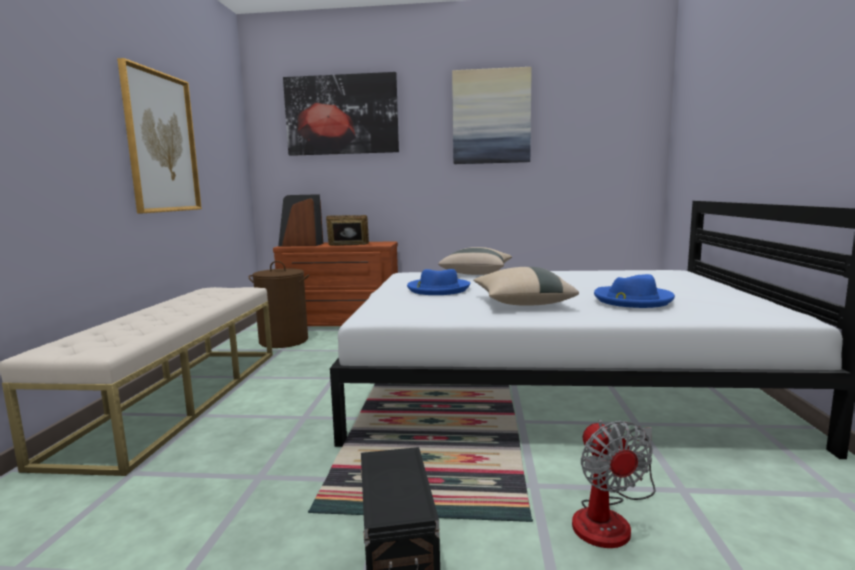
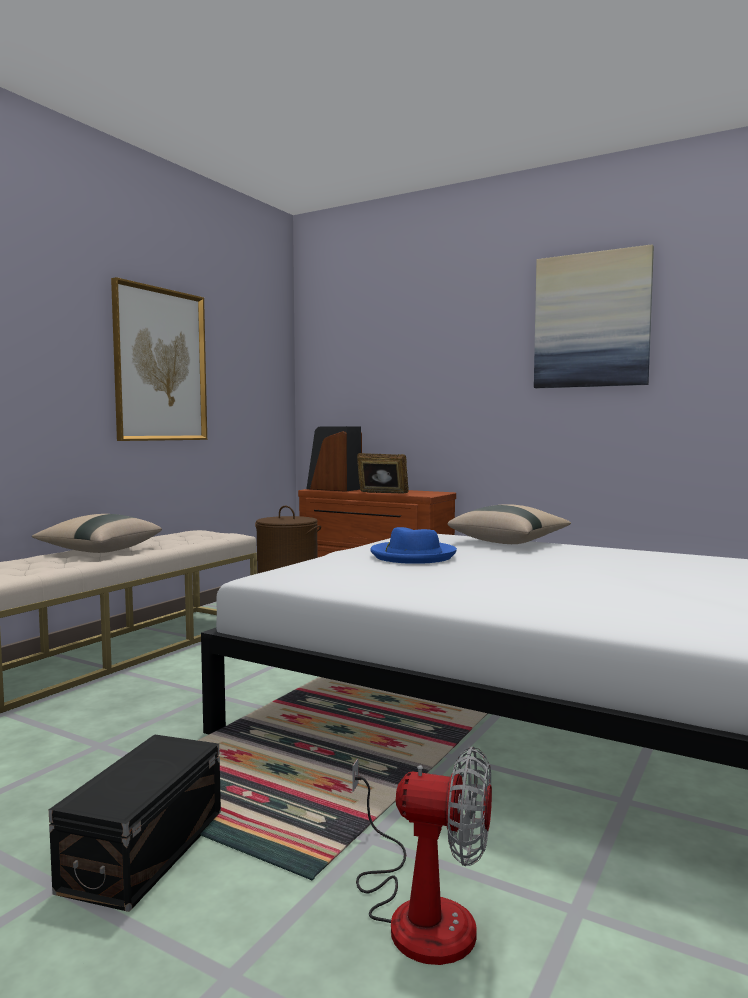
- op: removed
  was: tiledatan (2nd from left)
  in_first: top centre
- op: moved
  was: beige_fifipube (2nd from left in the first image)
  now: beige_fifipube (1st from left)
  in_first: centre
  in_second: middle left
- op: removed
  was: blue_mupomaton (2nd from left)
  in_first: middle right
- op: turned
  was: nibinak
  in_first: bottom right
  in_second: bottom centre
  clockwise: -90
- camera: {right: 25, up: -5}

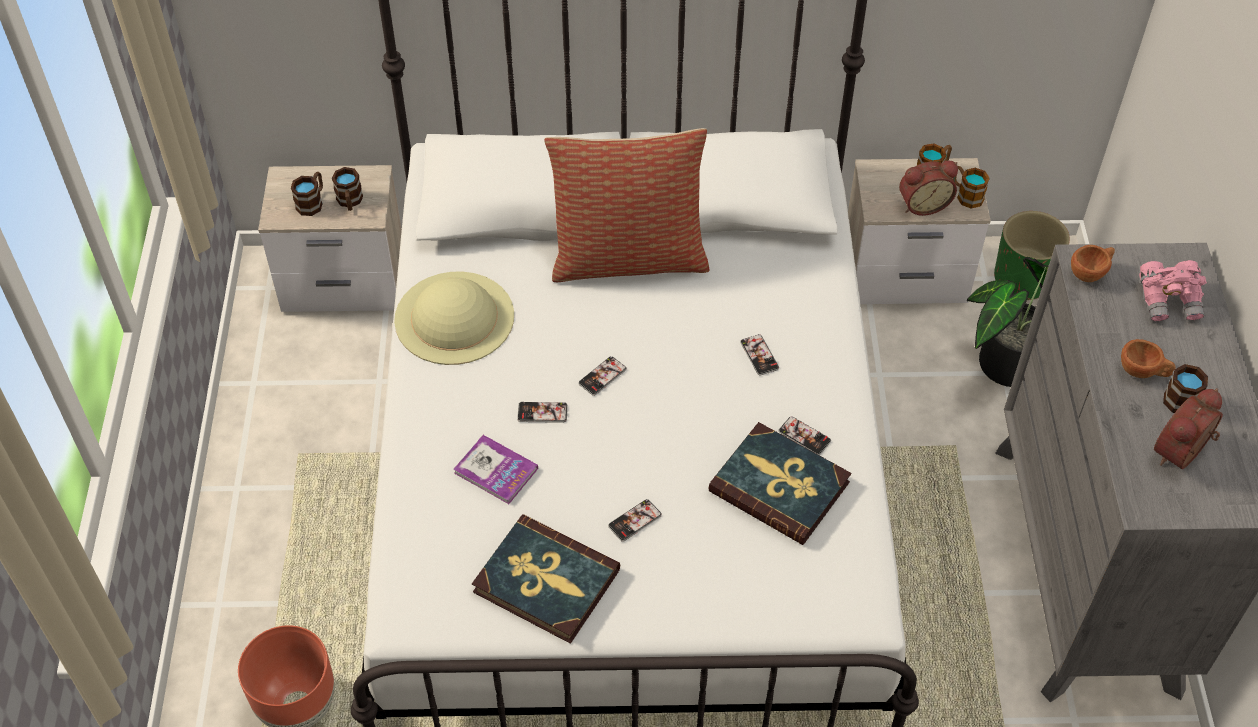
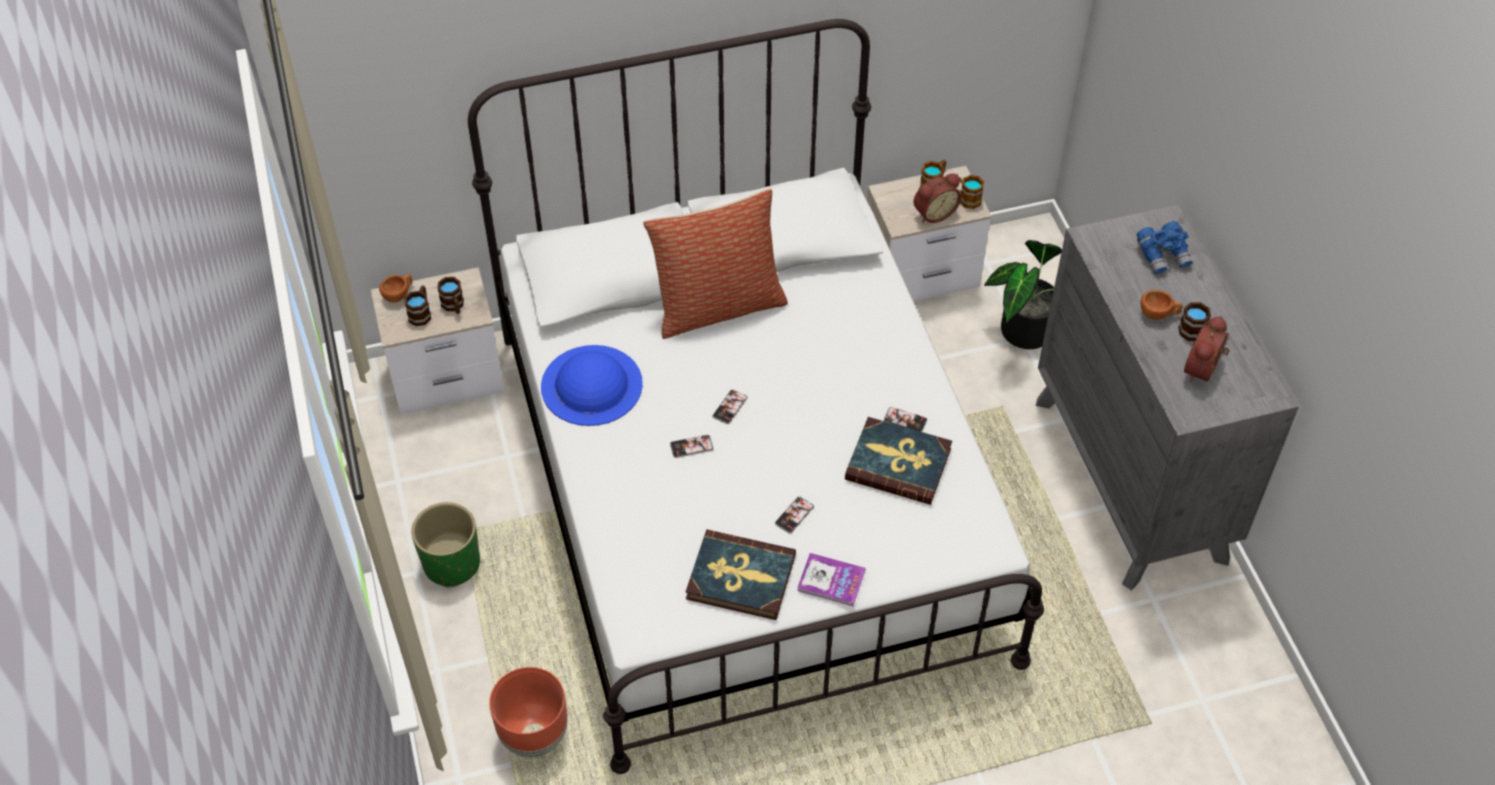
- op: moved
  was: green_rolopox
  in_first: middle right
  in_second: bottom left
- op: moved
  was: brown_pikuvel (1st from left)
  in_first: middle right
  in_second: middle left
- op: recoloured
  was: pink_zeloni
  now: blue_zeloni
  in_first: middle right
  in_second: top right
- op: recoloured
  was: beige_mupomaton
  now: blue_mupomaton
  in_first: centre
  in_second: centre
- op: removed
  was: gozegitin (4th from left)
  in_first: centre
- op: moved
  was: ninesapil (1st from left in the first image)
  now: ninesapil (2nd from left)
  in_first: centre
  in_second: bottom centre
- camera: {right: -15, up: 0}

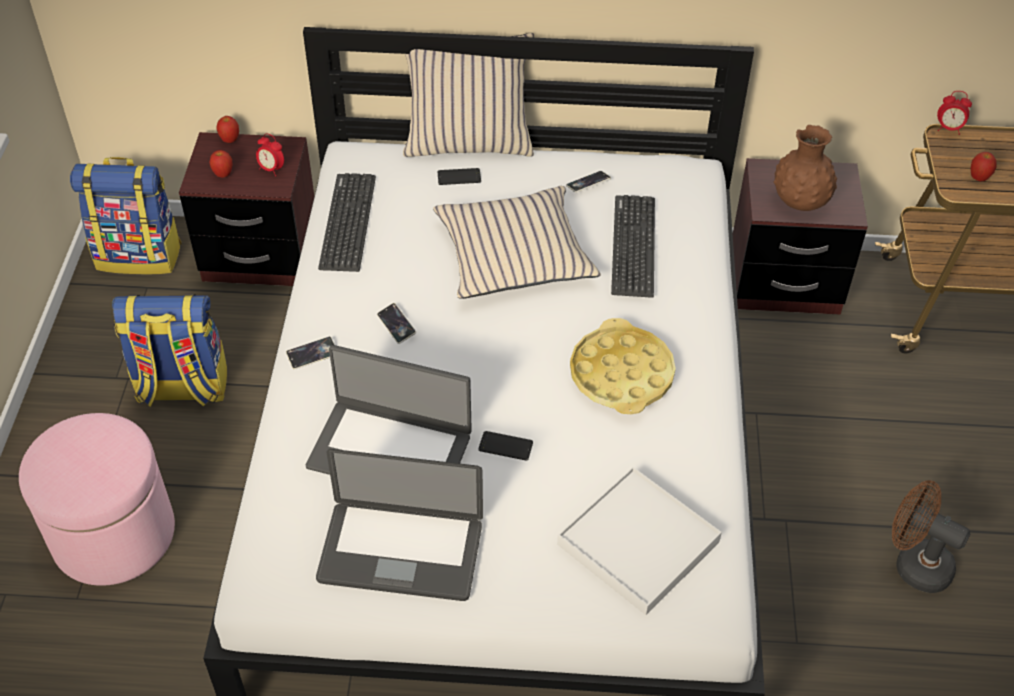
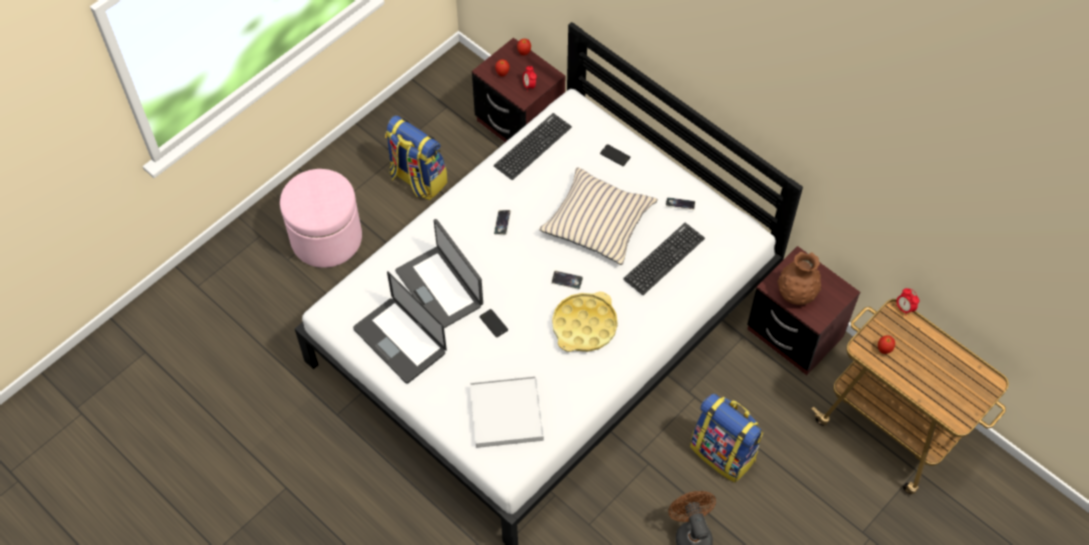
- op: removed
  was: beige_fifipube (1st from left)
  in_first: top centre
- op: moved
  was: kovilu (1st from left in the first image)
  now: kovilu (2nd from left)
  in_first: top left
  in_second: bottom right
- op: moved
  was: gozegitin (1st from left in the first image)
  now: gozegitin (3rd from left)
  in_first: middle left
  in_second: centre
- camera: {right: 40, up: 10}

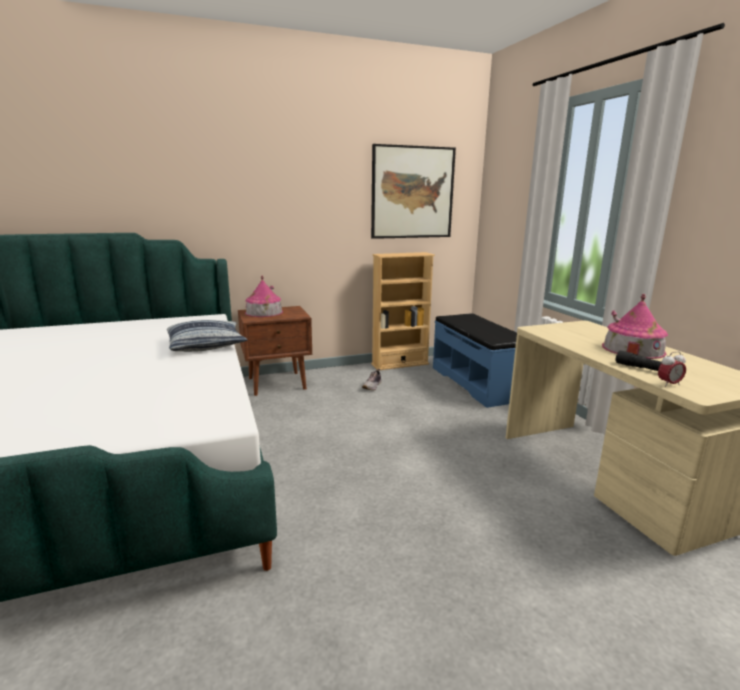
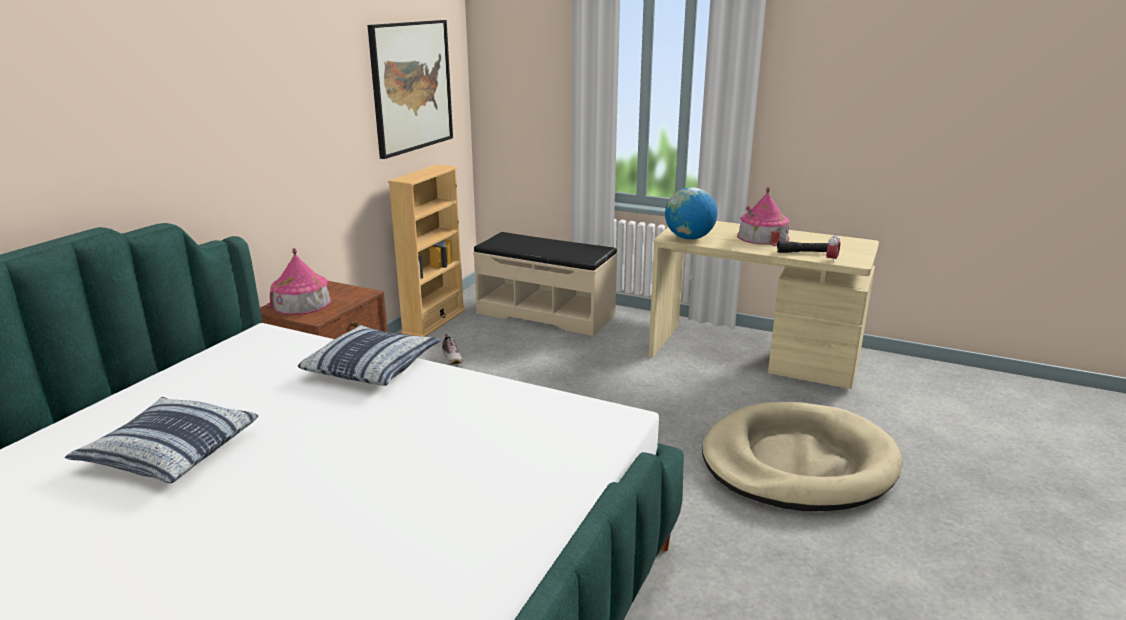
- op: recoloured
  was: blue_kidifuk
  now: beige_kidifuk
  in_first: centre
  in_second: centre
- op: added
  now: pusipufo
  in_second: centre
- op: added
  now: fifipube (1st from left)
  in_second: bottom left
- op: added
  now: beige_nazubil
  in_second: bottom right
- camera: {right: -45, up: 5}

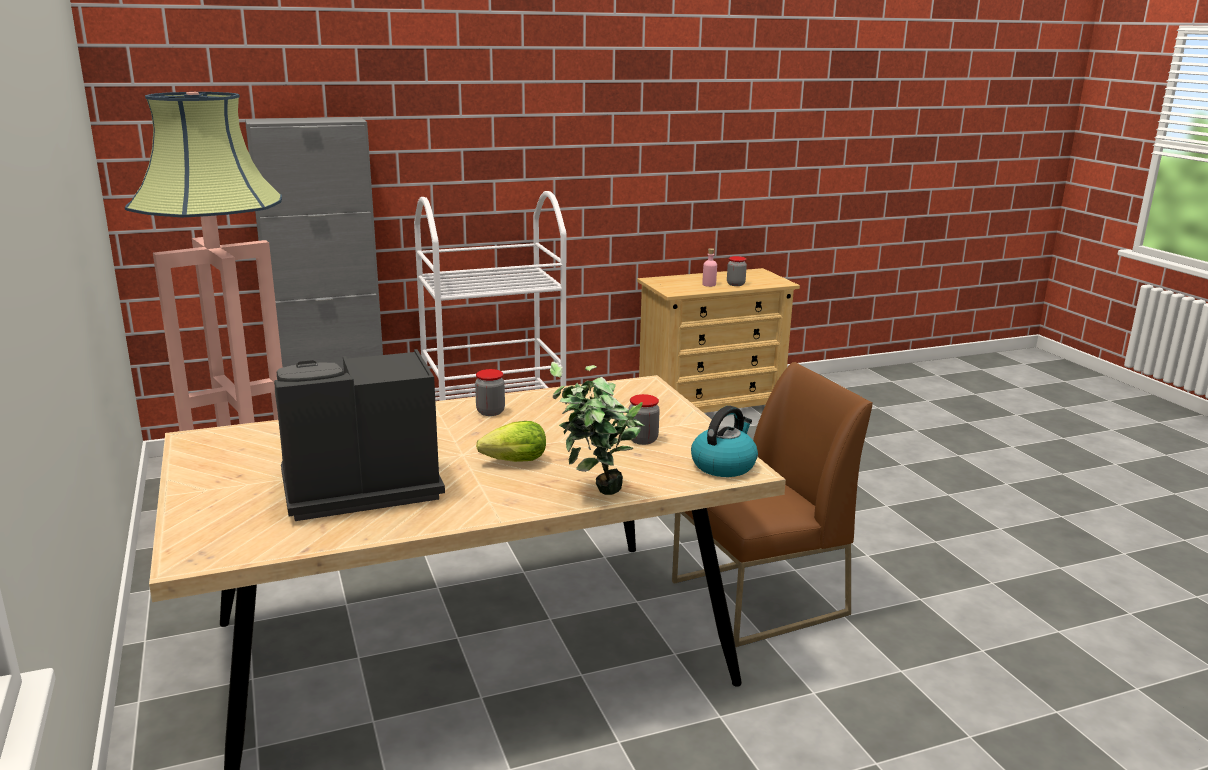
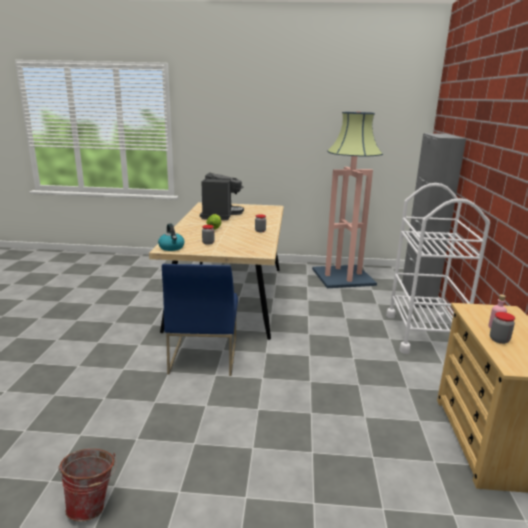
- op: removed
  was: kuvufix
  in_first: centre
- op: recoloured
  was: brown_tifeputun
  now: blue_tifeputun
  in_first: centre
  in_second: centre
- op: added
  now: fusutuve
  in_second: bottom left
- camera: {right: 115, up: 0}

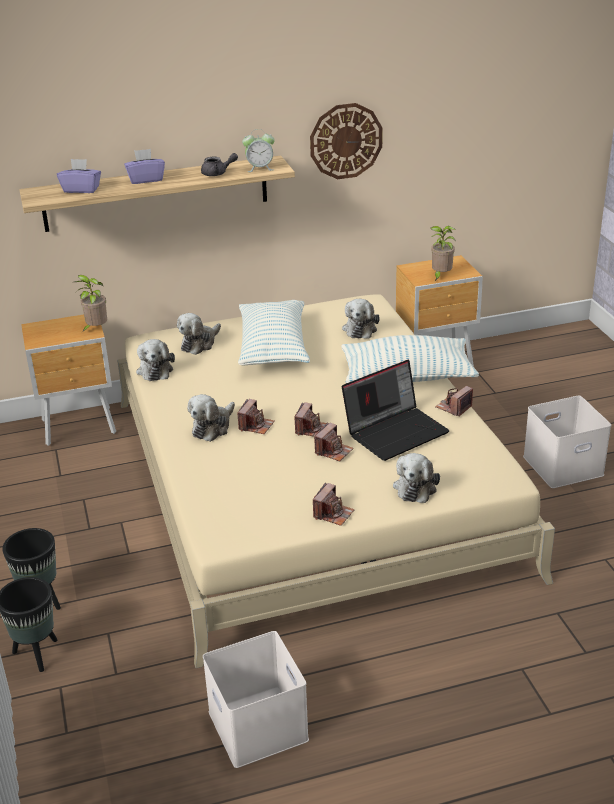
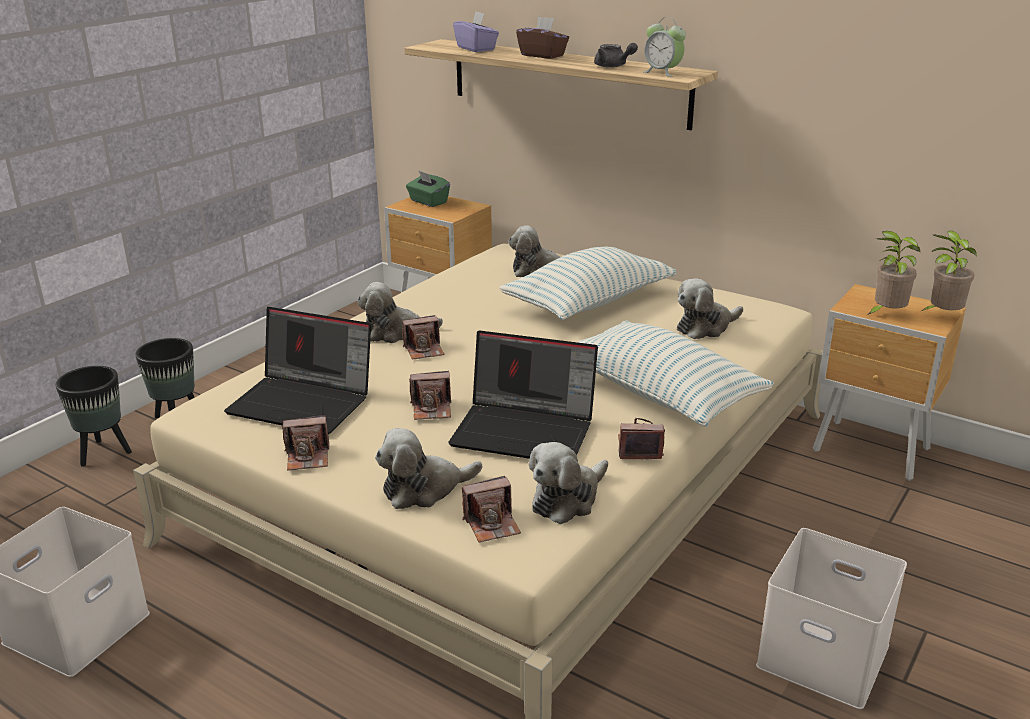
- op: removed
  was: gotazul
  in_first: top centre
- op: recoloured
  was: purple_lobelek (2nd from left)
  now: brown_lobelek
  in_first: top left
  in_second: top centre
- op: moved
  was: kuvufix (1st from left in the first image)
  now: kuvufix (2nd from left)
  in_first: middle left
  in_second: middle right
- op: moved
  was: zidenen (1st from left in the first image)
  now: zidenen (4th from left)
  in_first: middle left
  in_second: bottom centre
- op: moved
  was: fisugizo (2nd from left in the first image)
  now: fisugizo (4th from left)
  in_first: centre
  in_second: bottom centre
- op: added
  now: green_lobelek
  in_second: top centre
- op: added
  now: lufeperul (1st from left)
  in_second: middle left
- camera: {right: 50, up: -5}

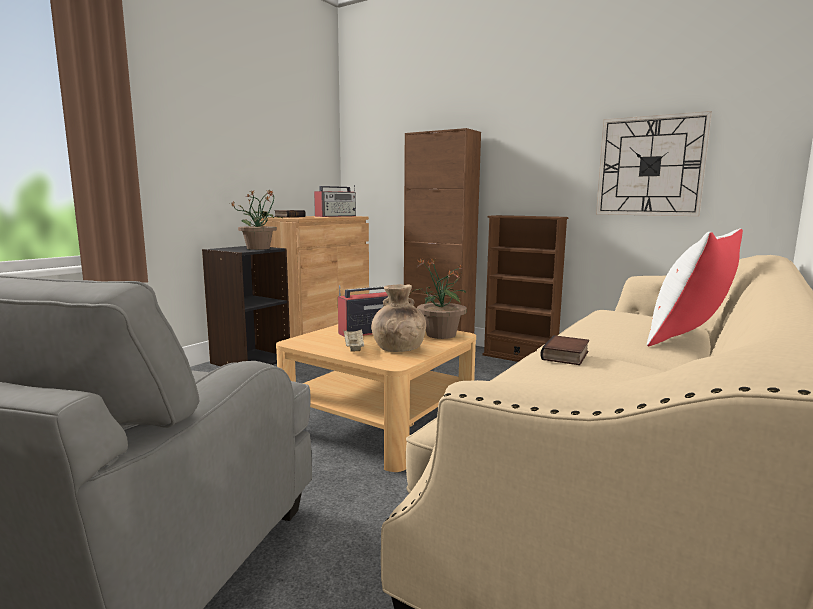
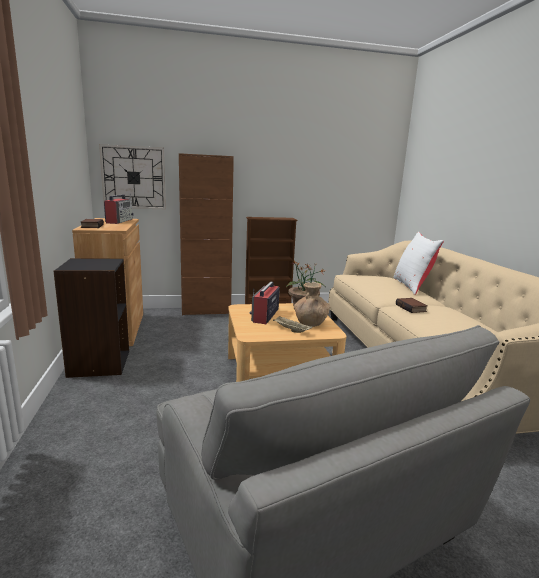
- op: moved
  was: gotazul
  in_first: top right
  in_second: top left
- op: removed
  was: kuvufix (1st from left)
  in_first: middle left
- camera: {right: -45, up: 5}

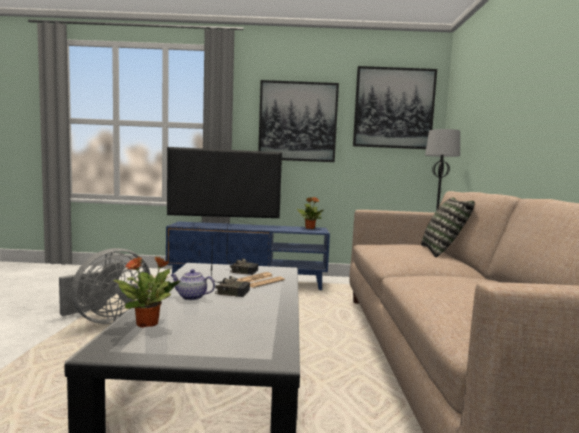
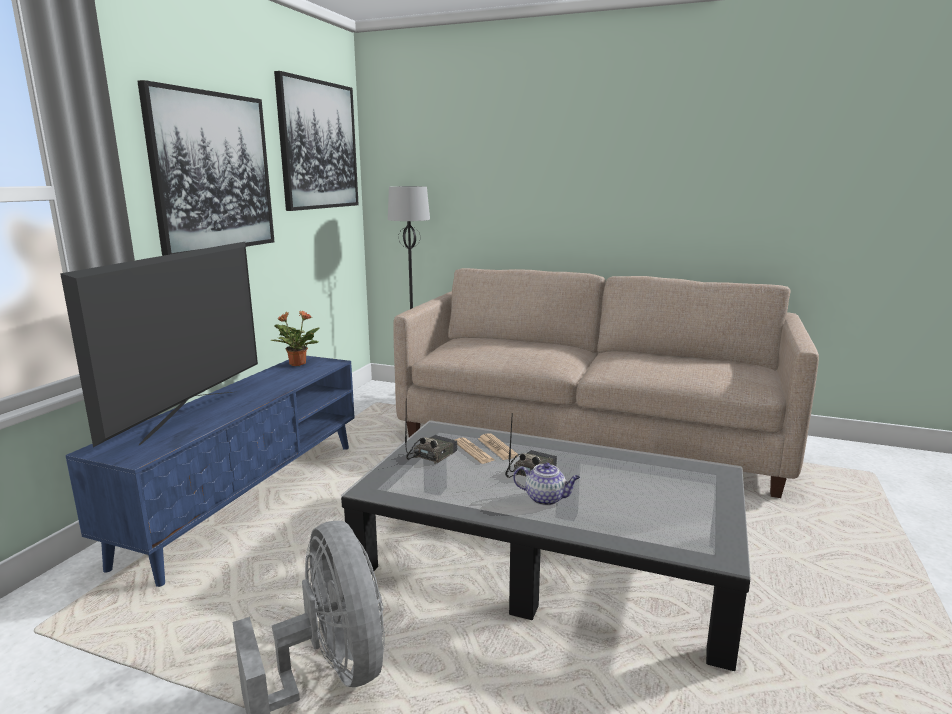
- op: removed
  was: fifipube
  in_first: middle right
- op: removed
  was: kuvufix (1st from left)
  in_first: bottom left
- op: turned
  was: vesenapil
  in_first: centre
  in_second: bottom centre
  clockwise: -105
- camera: {right: -70, up: 10}

